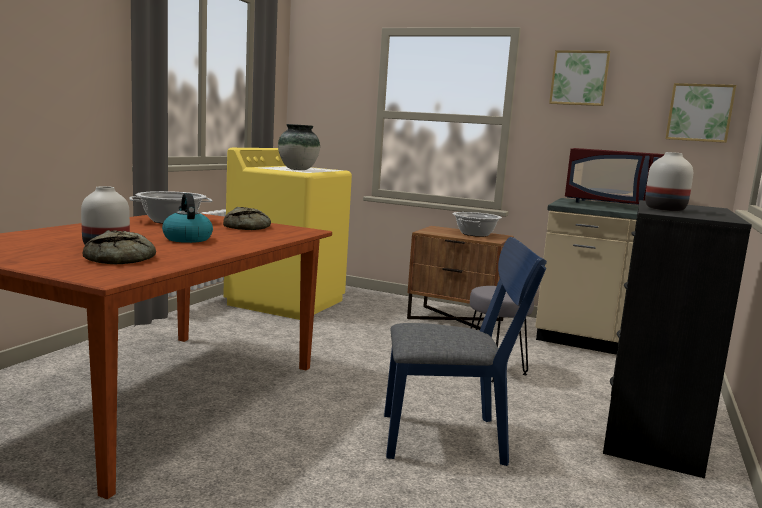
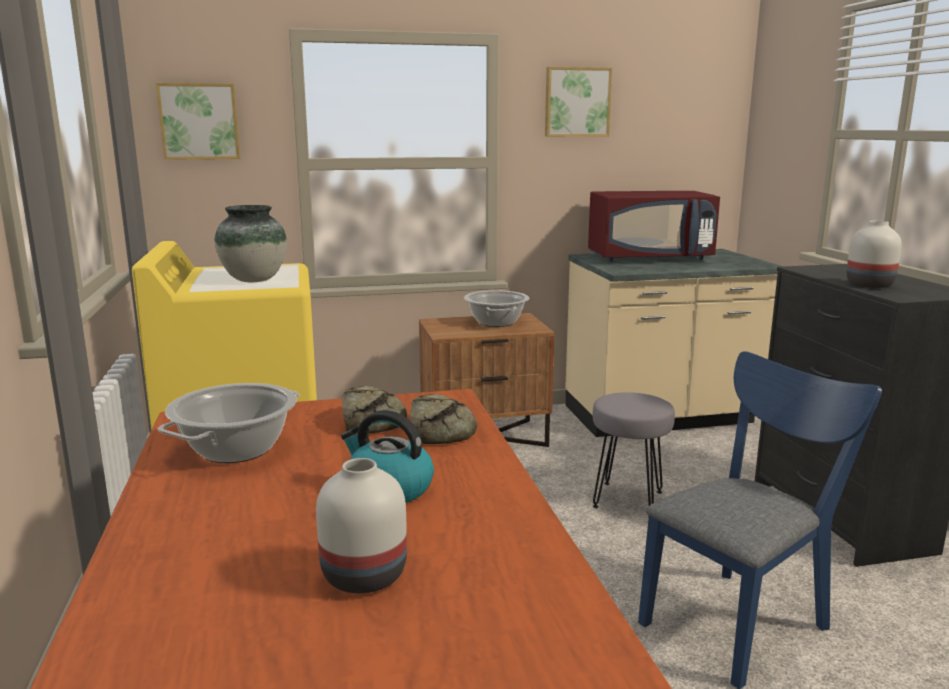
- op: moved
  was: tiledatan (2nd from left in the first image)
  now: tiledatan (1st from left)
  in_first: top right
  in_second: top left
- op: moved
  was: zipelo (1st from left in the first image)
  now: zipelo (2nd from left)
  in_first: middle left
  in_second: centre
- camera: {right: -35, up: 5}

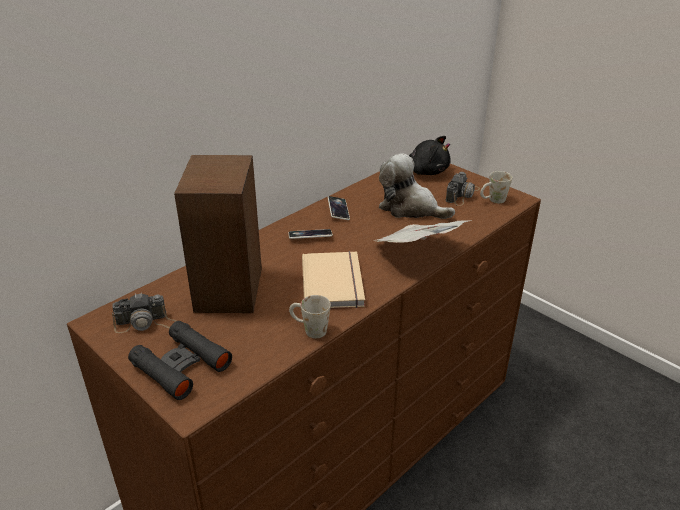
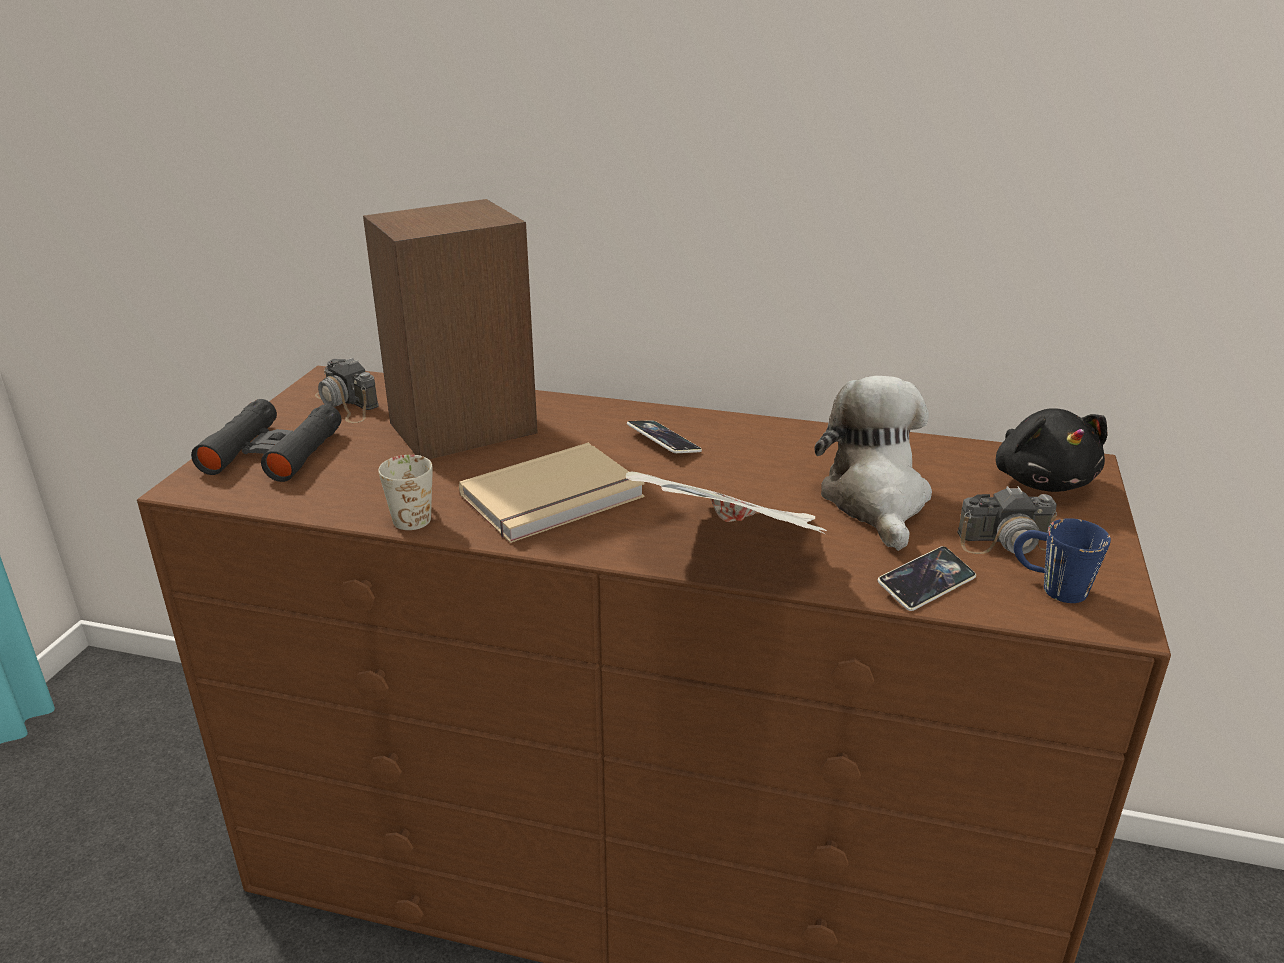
- op: recoloured
  was: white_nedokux (2nd from left)
  now: blue_nedokux
  in_first: middle right
  in_second: middle right
- op: moved
  was: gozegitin (2nd from left)
  in_first: centre
  in_second: middle right
- camera: {right: 60, up: -5}

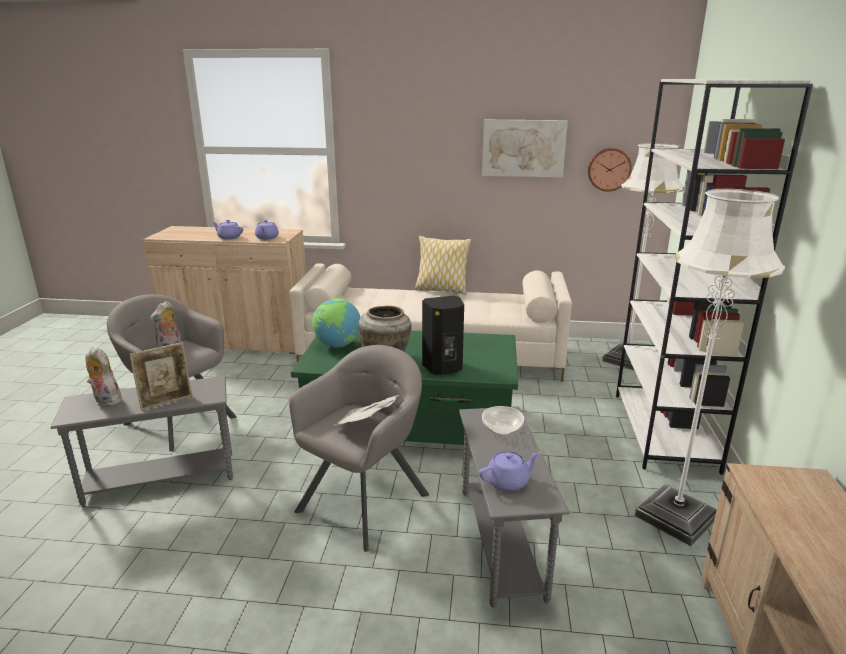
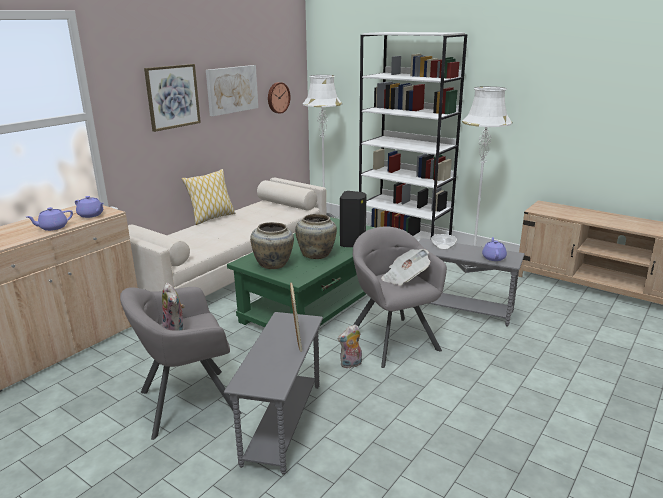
- op: replaced
  was: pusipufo
  now: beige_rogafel (1st from left)
  in_first: centre
  in_second: centre
- op: moved
  was: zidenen (1st from left in the first image)
  now: zidenen (2nd from left)
  in_first: middle left
  in_second: bottom centre
- op: added
  now: tiledatan (1st from left)
  in_second: top left
- camera: {right: -60, up: 0}

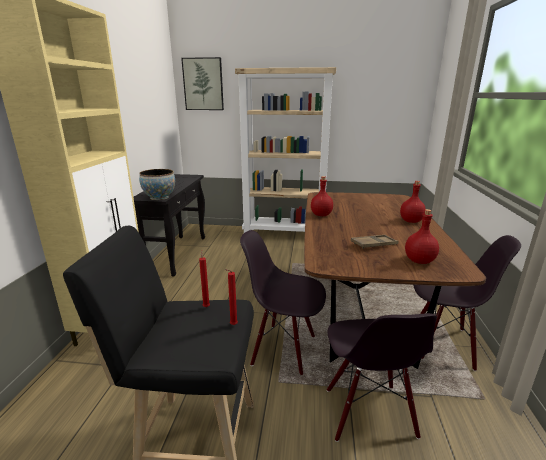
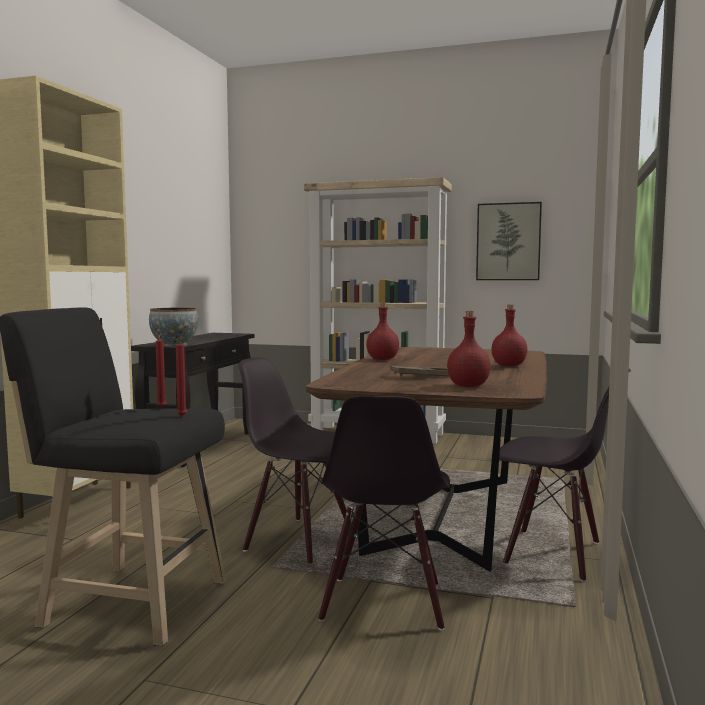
- op: moved
  was: tiledatan
  in_first: top centre
  in_second: middle right
- camera: {right: 10, up: -15}

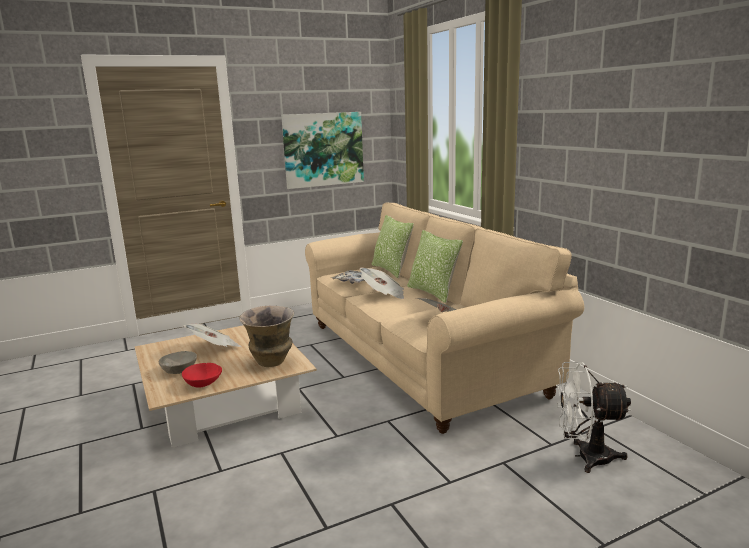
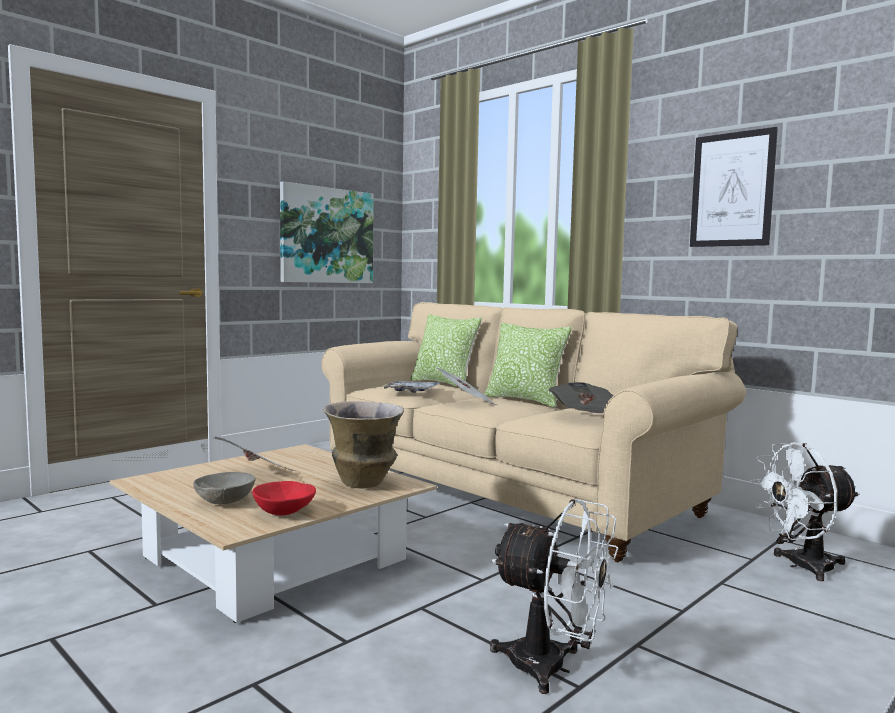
- op: added
  now: tiledatan (2nd from left)
  in_second: top right
- op: added
  now: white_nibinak (1st from left)
  in_second: bottom centre
- camera: {right: -20, up: -10}

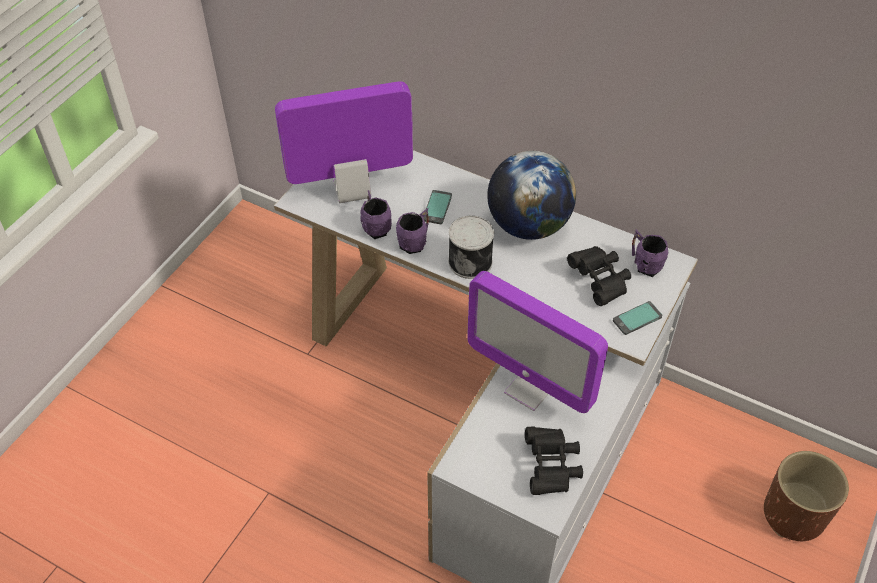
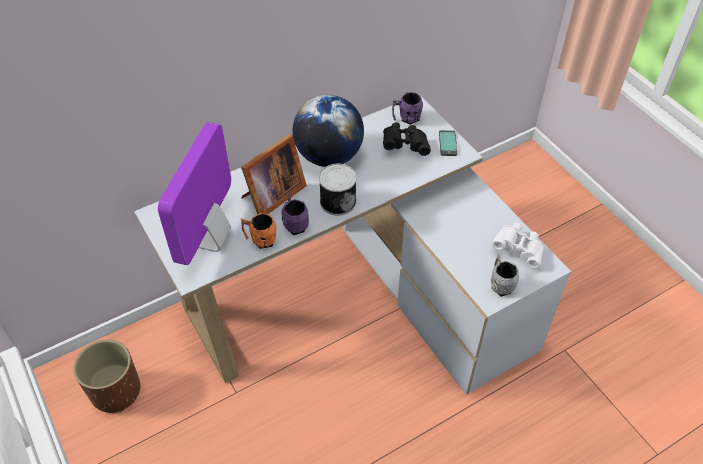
- op: recoloured
  was: purple_nedokux (1st from left)
  now: orange_nedokux
  in_first: centre
  in_second: centre
- op: replaced
  was: gozegitin (1st from left)
  now: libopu
  in_first: centre
  in_second: centre
- op: removed
  was: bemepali (2nd from left)
  in_first: centre
- op: recoloured
  was: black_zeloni (1st from left)
  now: white_zeloni
  in_first: bottom centre
  in_second: middle right
- op: moved
  was: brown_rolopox
  in_first: bottom right
  in_second: bottom left
- op: added
  now: grey_nedokux
  in_second: middle right
- camera: {right: -60, up: 0}

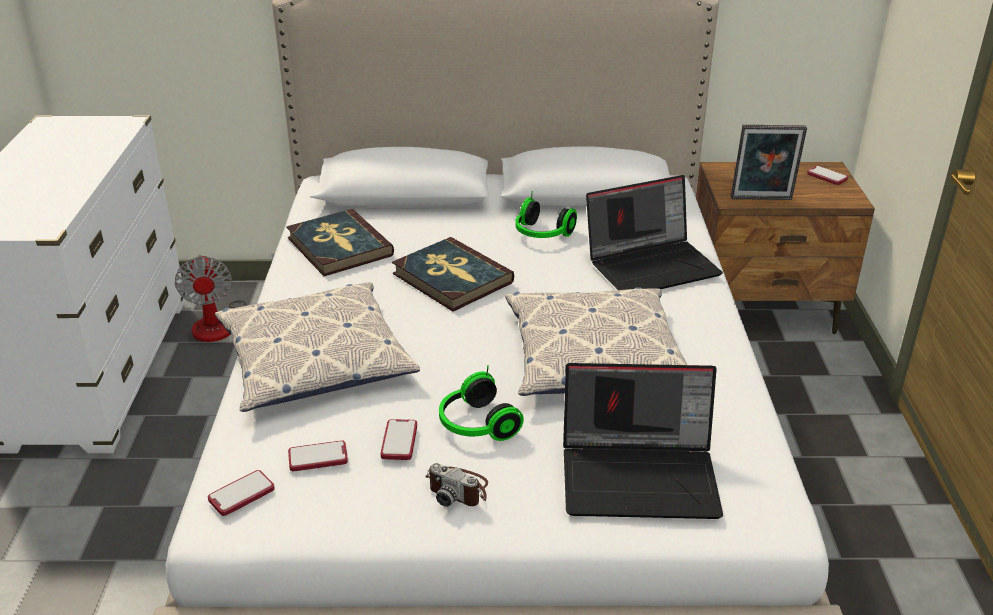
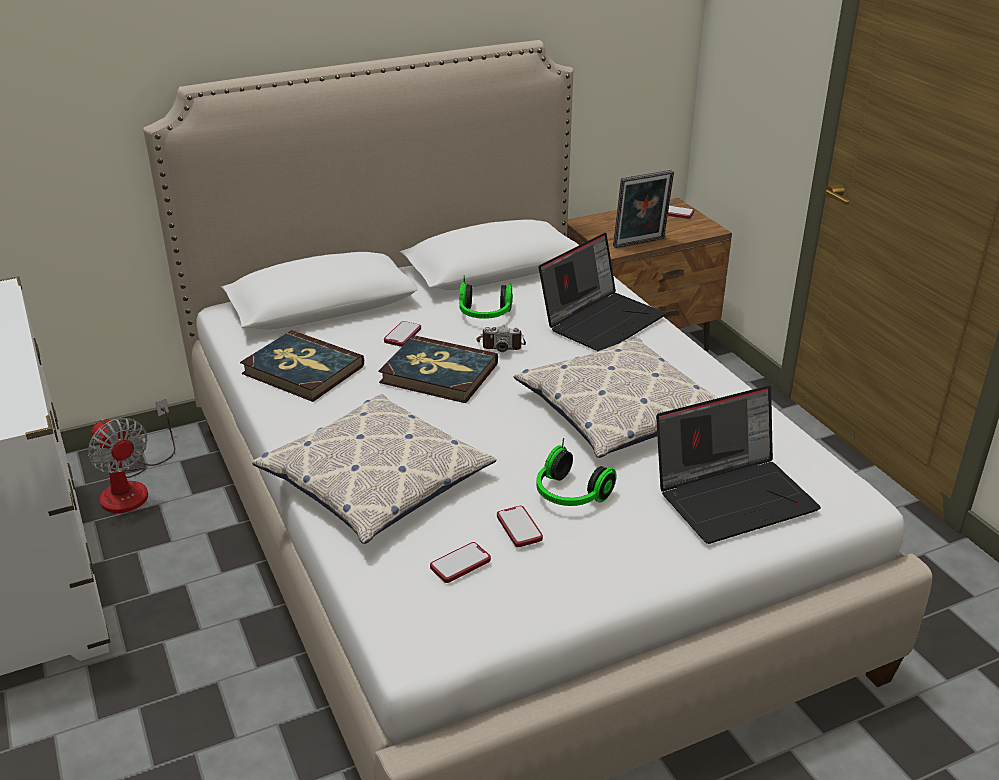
- op: moved
  was: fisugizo
  in_first: bottom centre
  in_second: centre
- op: moved
  was: gozegitin (1st from left)
  in_first: bottom left
  in_second: centre
- camera: {right: -25, up: 0}

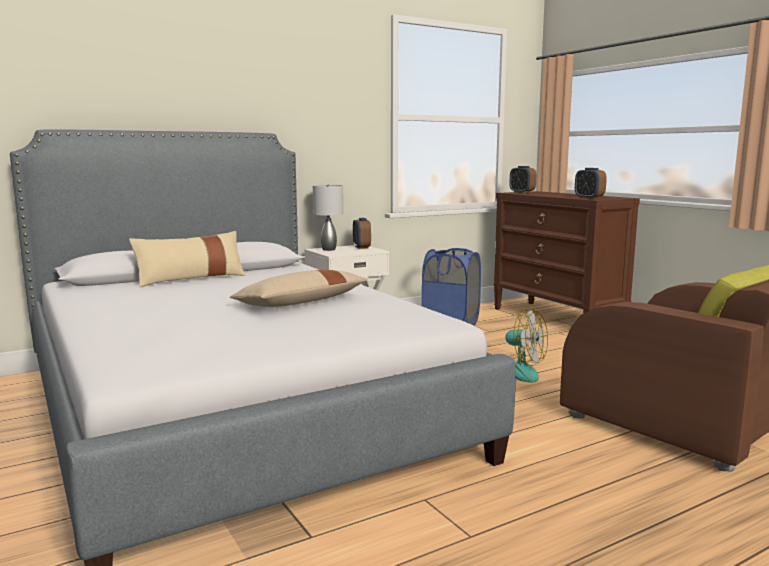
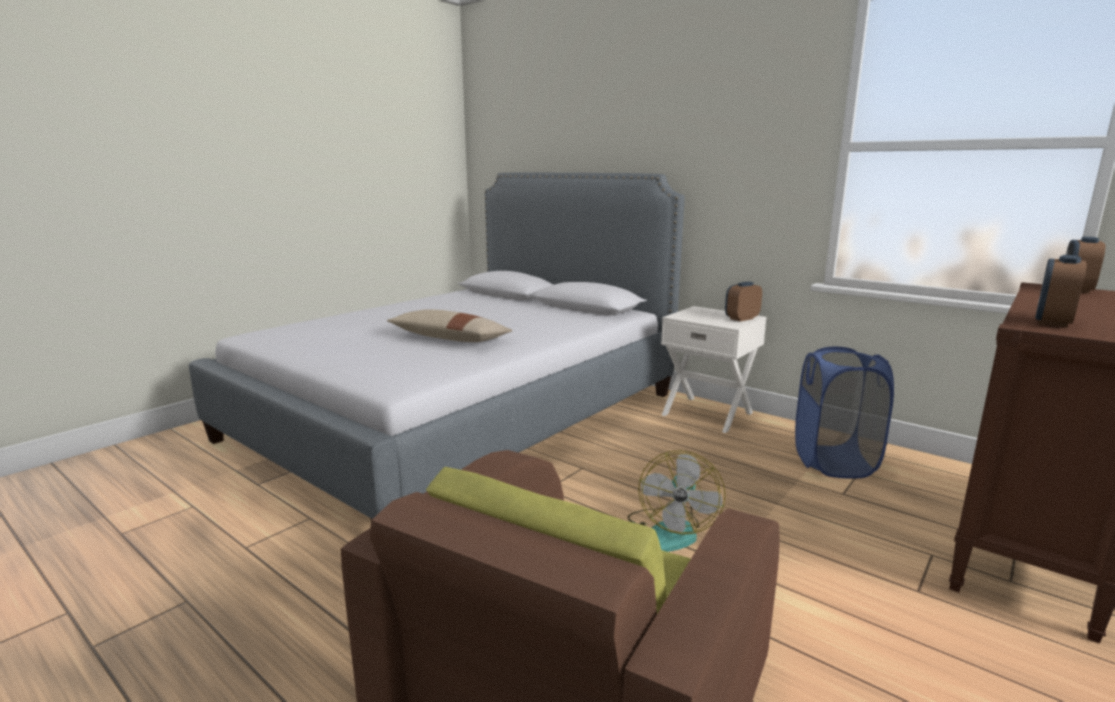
- op: removed
  was: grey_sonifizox
  in_first: centre
- op: removed
  was: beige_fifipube (1st from left)
  in_first: middle left
- camera: {right: 70, up: 5}

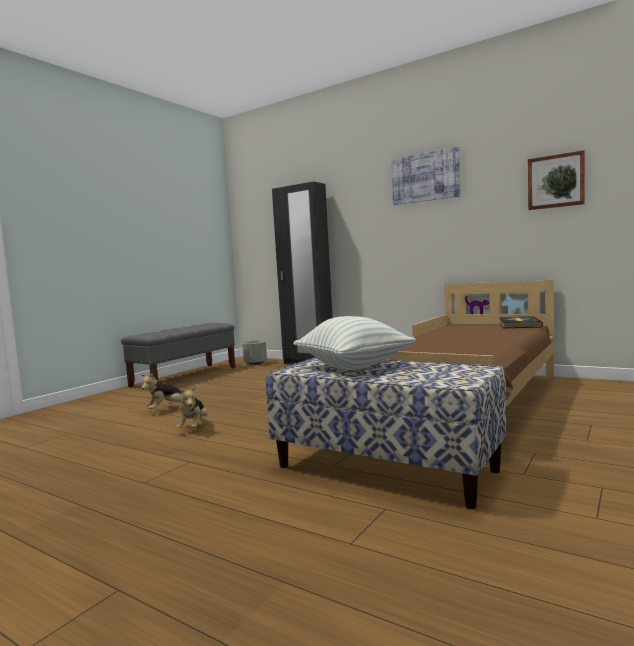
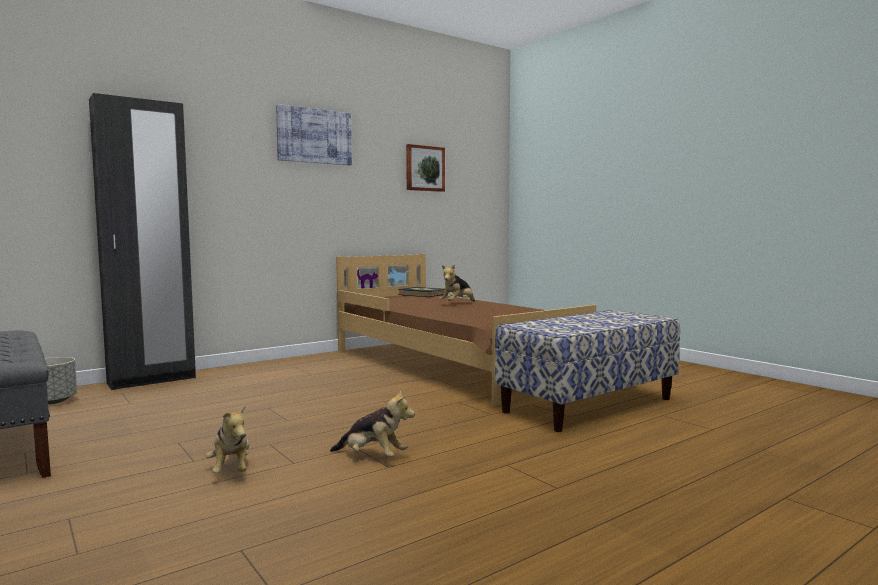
- op: removed
  was: fifipube
  in_first: centre
- op: added
  now: zidenen (3rd from left)
  in_second: centre
- camera: {right: -70, up: 0}

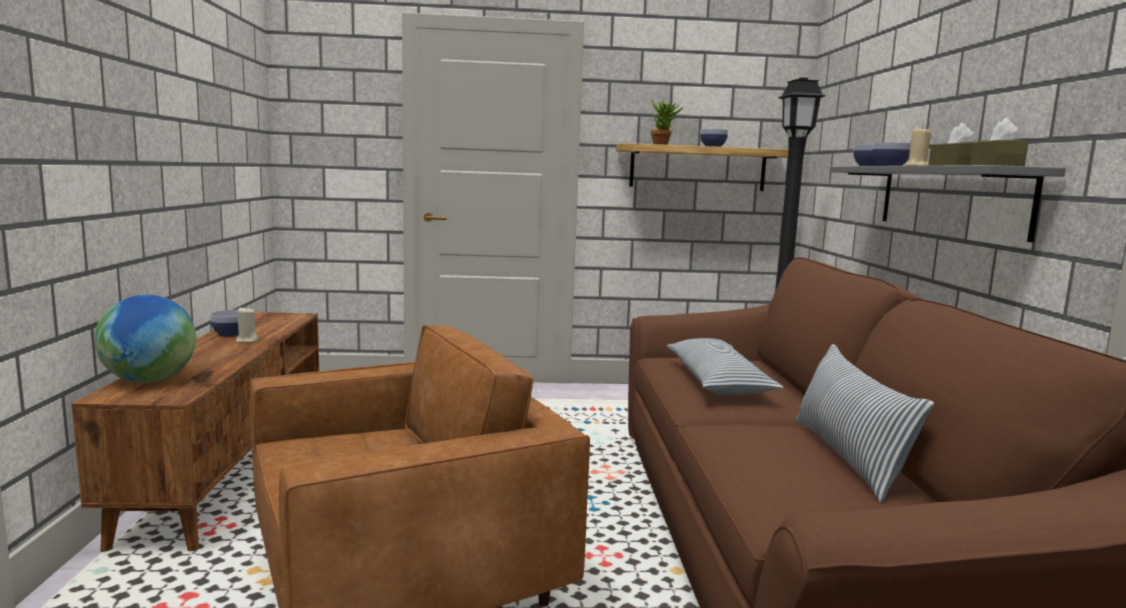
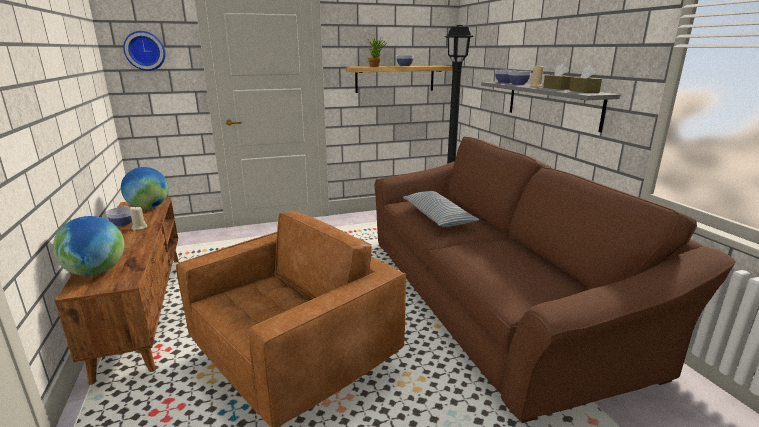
- op: removed
  was: fifipube (2nd from left)
  in_first: bottom right
- op: added
  now: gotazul
  in_second: top left
- op: added
  now: pusipufo (2nd from left)
  in_second: middle left
- camera: {right: -15, up: 10}

